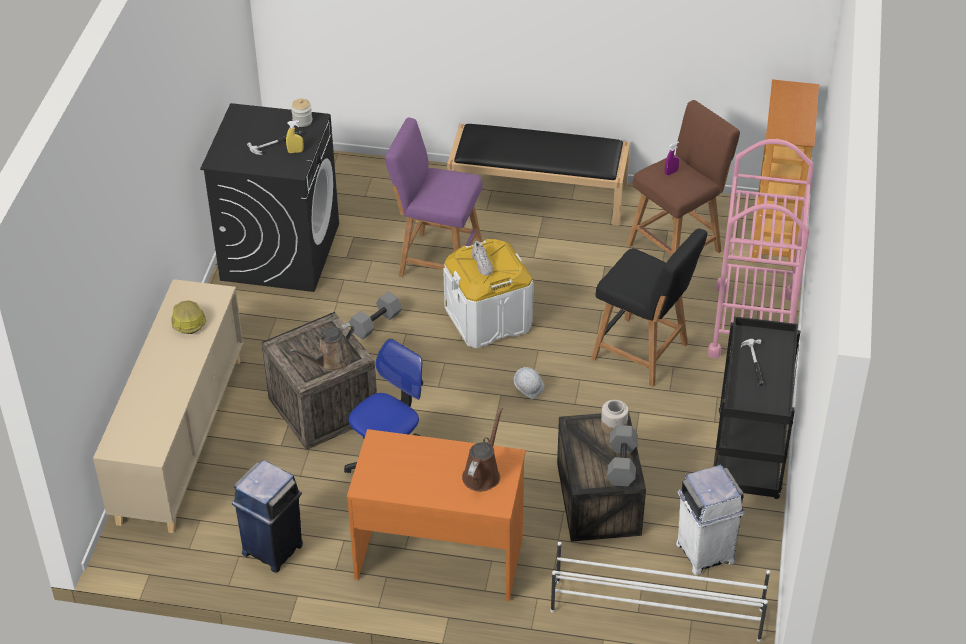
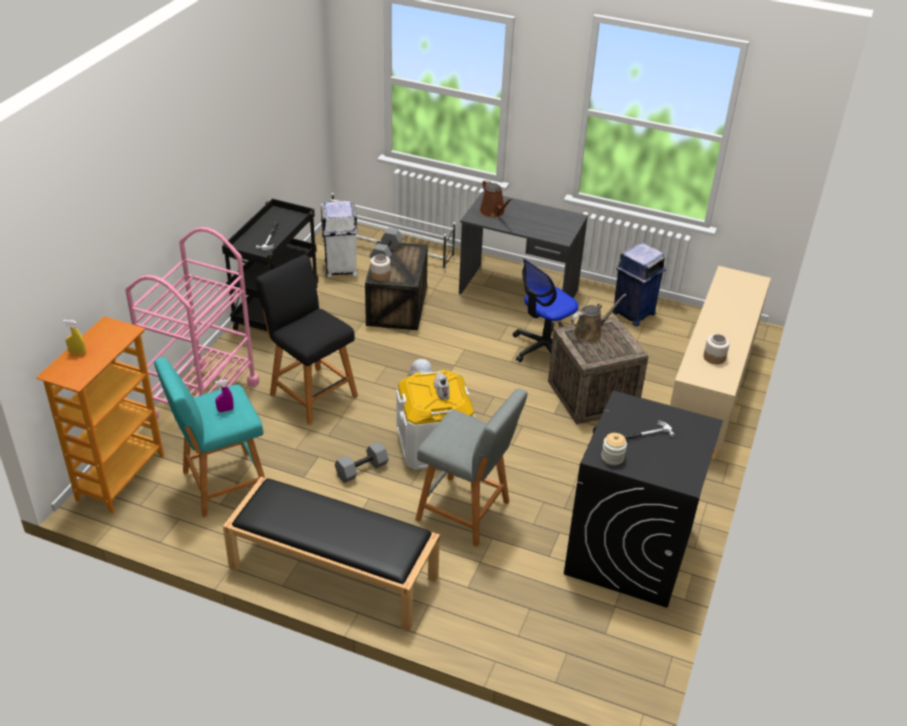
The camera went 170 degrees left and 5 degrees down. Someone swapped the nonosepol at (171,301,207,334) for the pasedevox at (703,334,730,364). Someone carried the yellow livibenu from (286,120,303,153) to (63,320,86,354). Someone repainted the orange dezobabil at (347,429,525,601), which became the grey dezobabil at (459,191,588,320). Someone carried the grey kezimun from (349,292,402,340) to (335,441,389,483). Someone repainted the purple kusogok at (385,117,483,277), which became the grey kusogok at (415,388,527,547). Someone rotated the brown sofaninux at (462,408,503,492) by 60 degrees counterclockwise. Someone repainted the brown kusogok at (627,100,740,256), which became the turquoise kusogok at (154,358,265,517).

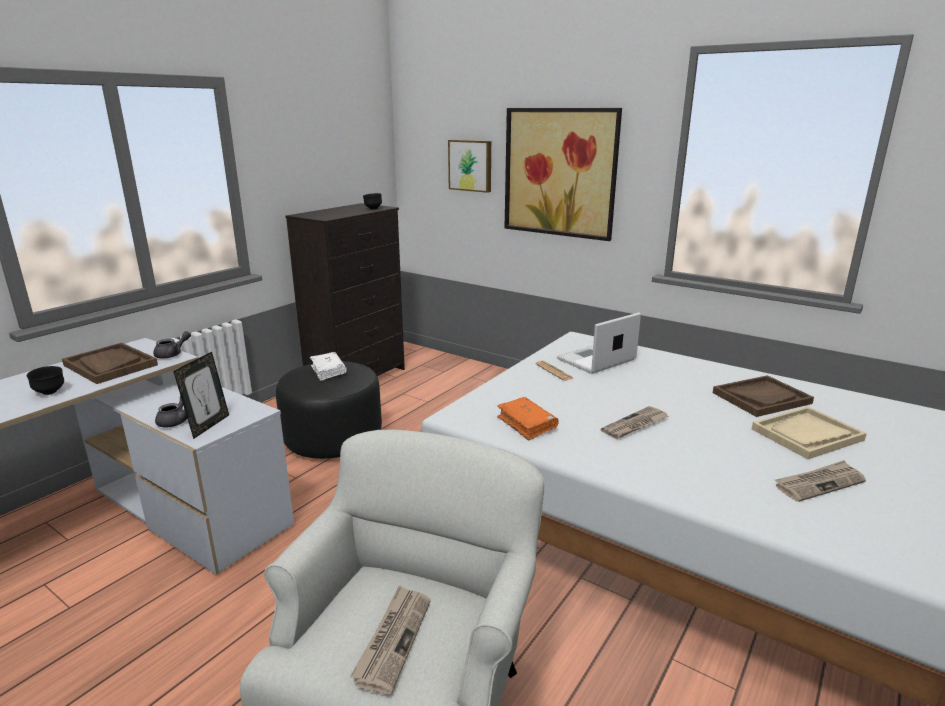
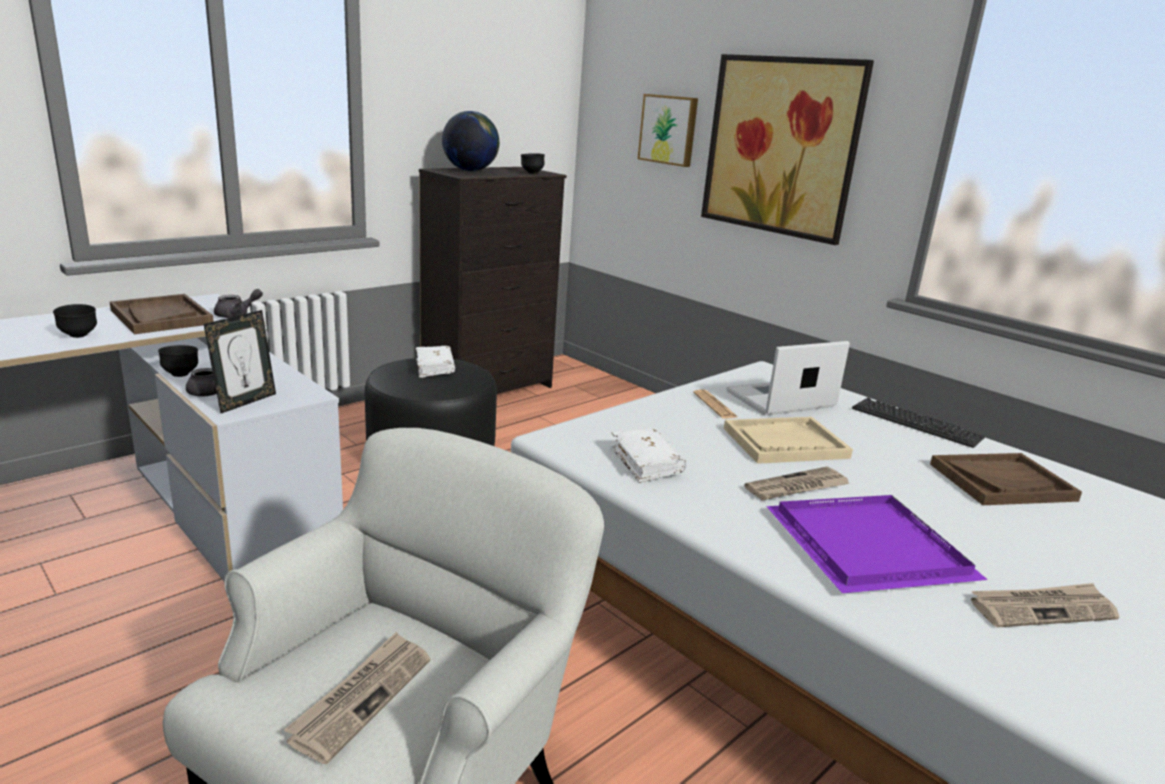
The camera went 10 degrees right and 0 degrees up. Someone repainted the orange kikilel at (497,397,559,441), which became the white kikilel at (611,427,687,483). Someone carried the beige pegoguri from (752,407,867,459) to (724,417,853,464). Someone put down the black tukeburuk at (158,345,198,377). Someone put down the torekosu at (442,111,499,171). Someone put down the purple pegoguri at (766,495,988,593). Someone put down the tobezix at (852,397,985,448).

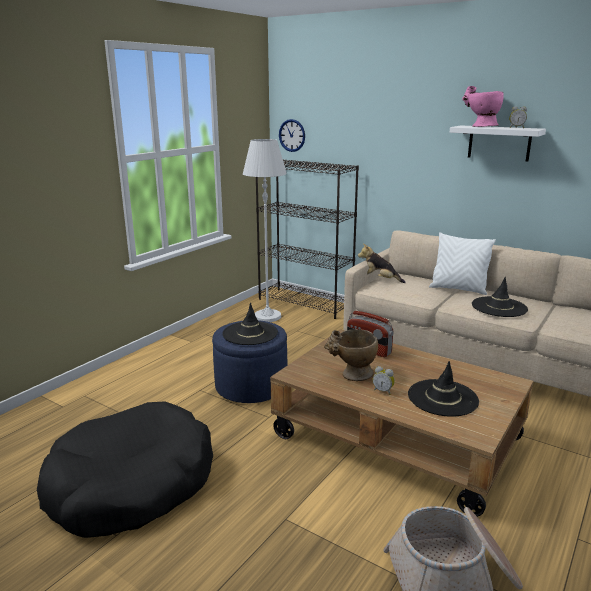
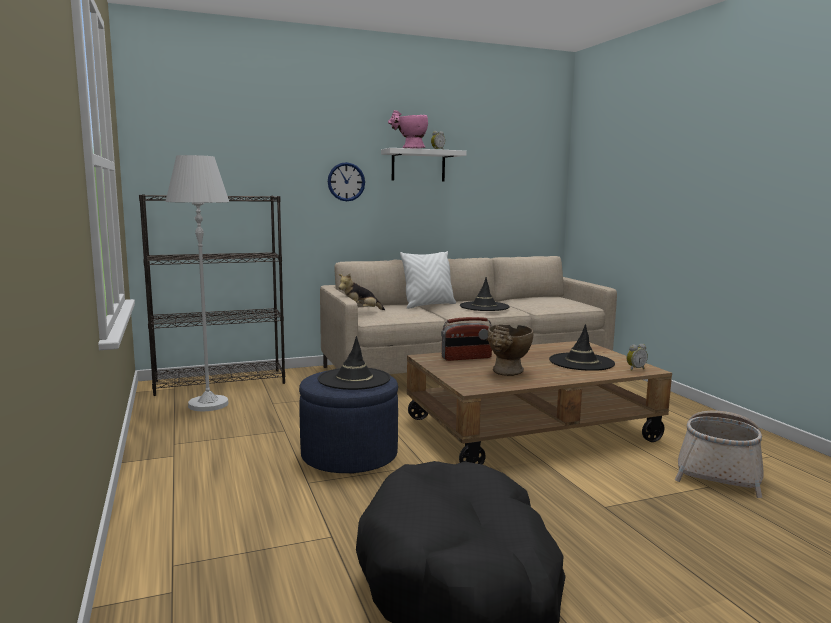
The camera went 55 degrees left and 10 degrees down. Someone carried the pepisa from (279,119,305,152) to (328,162,365,201). Someone carried the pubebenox from (372,366,395,395) to (626,344,648,371).

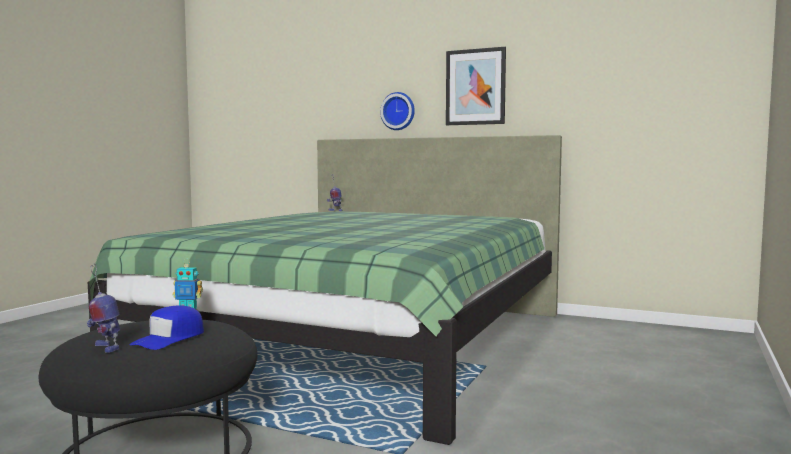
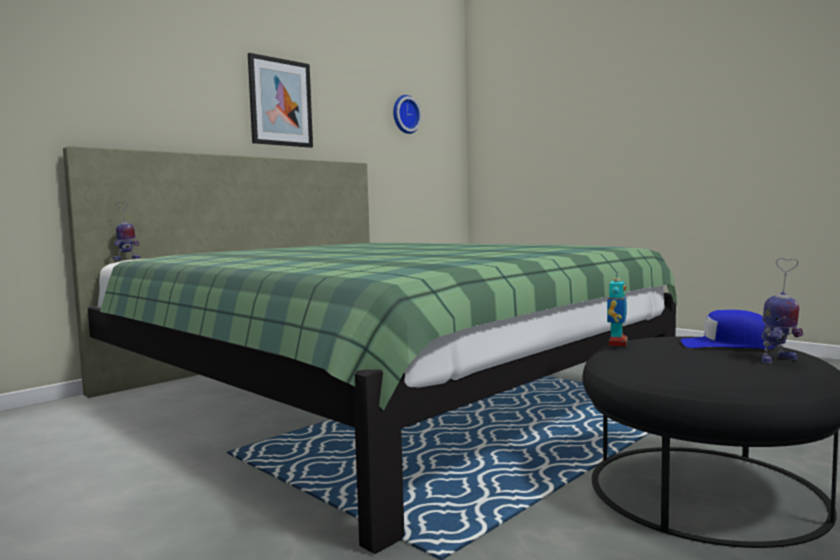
The camera went 70 degrees left and 0 degrees up. Someone rotated the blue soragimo at (130,305,204,350) by 150 degrees clockwise. Someone carried the pepisa from (380,92,415,130) to (393,95,422,134).

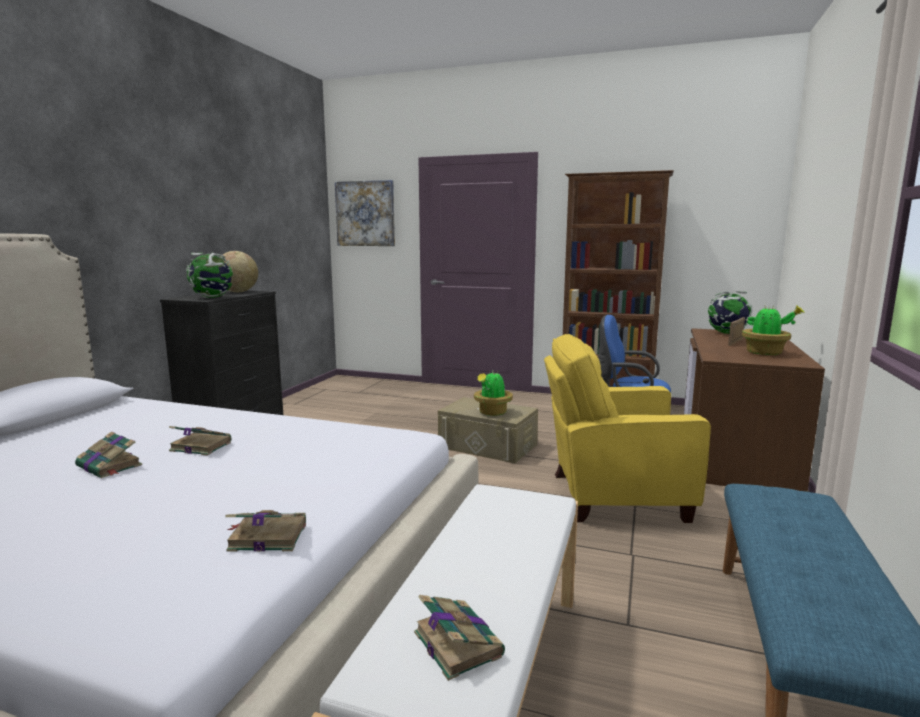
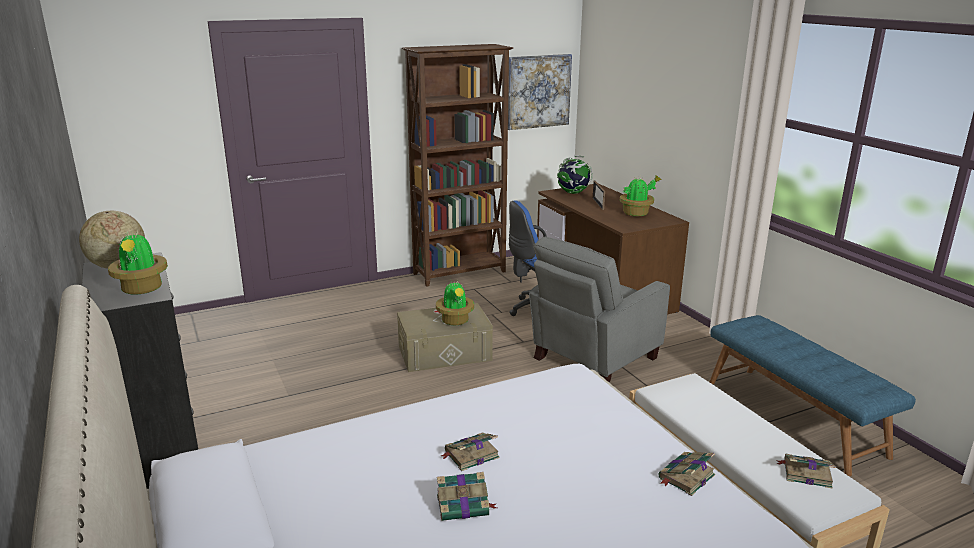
The camera went 45 degrees left and 10 degrees up. Someone swapped the torekosu at (186,253,233,298) for the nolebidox at (108,230,168,295). Someone carried the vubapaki from (335,180,395,246) to (508,54,572,130). Someone repainted the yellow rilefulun at (544,334,711,523), which became the grey rilefulun at (529,237,670,383).

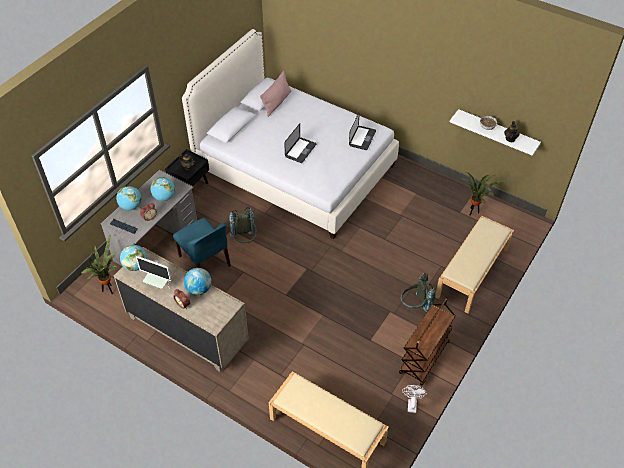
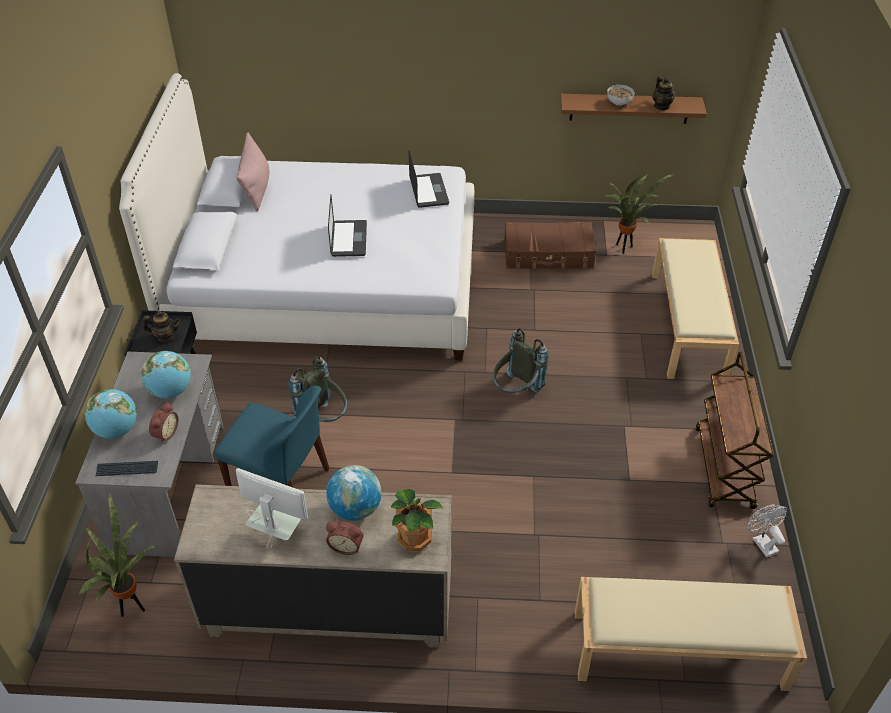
The camera went 30 degrees left and 5 degrees down. Someone took away the torekosu at (120,245,147,271). Someone rotated the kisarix at (136,256,171,289) by 150 degrees counterclockwise. Someone carried the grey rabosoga from (401,273,436,312) to (493,328,549,393). Someone repainted the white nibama at (450,109,541,156), which became the brown nibama at (560,94,707,124). Someone put down the nolebidox at (391,489,444,551). Someone put down the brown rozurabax at (504,222,596,269).

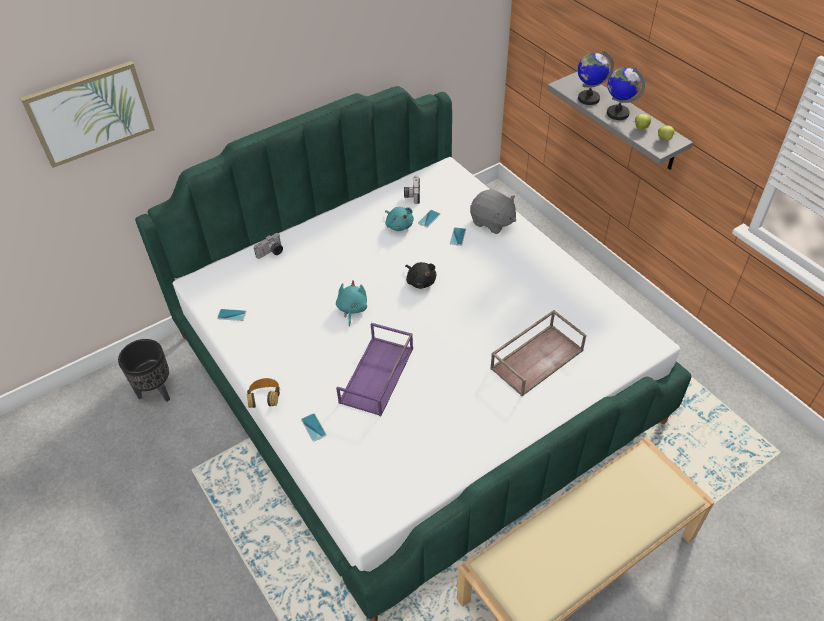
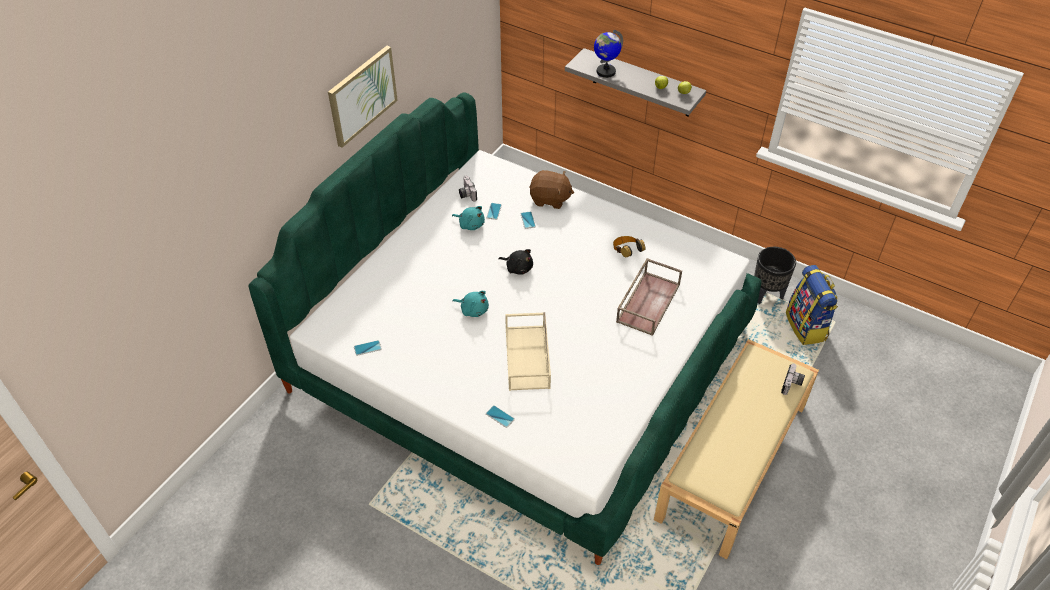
The camera went 25 degrees left and 0 degrees up. Someone carried the vubapaki from (20,61,155,168) to (328,46,398,148). Someone carried the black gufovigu from (118,339,170,402) to (754,247,796,304). Someone carried the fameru from (247,378,280,408) to (613,236,645,257). Someone carried the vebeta from (254,233,283,259) to (781,364,805,395). Someone rotated the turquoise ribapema at (336,280,367,327) by 135 degrees clockwise. Someone repainted the purple pegoguri at (336,323,413,416), which became the beige pegoguri at (505,312,551,391). Someone repainted the grey ribapema at (470,189,516,234), which became the brown ribapema at (529,170,574,209). Someone took away the torekosu at (607,67,645,120). Someone put down the rabosoga at (786,265,838,345).

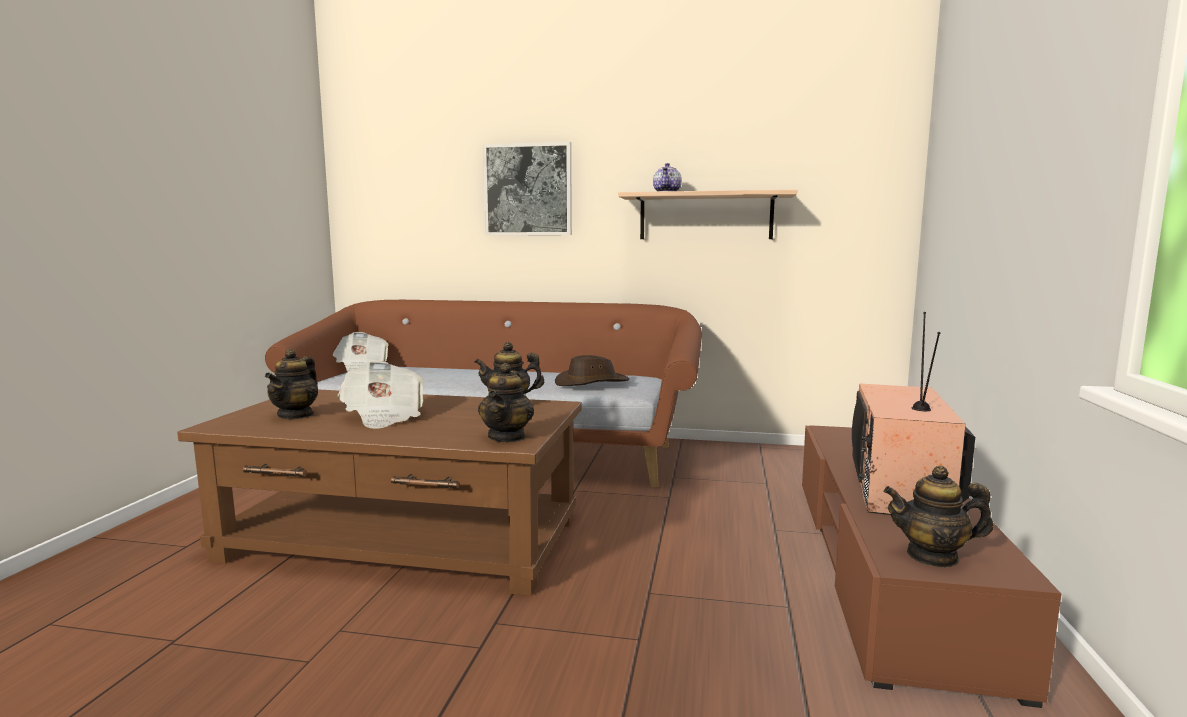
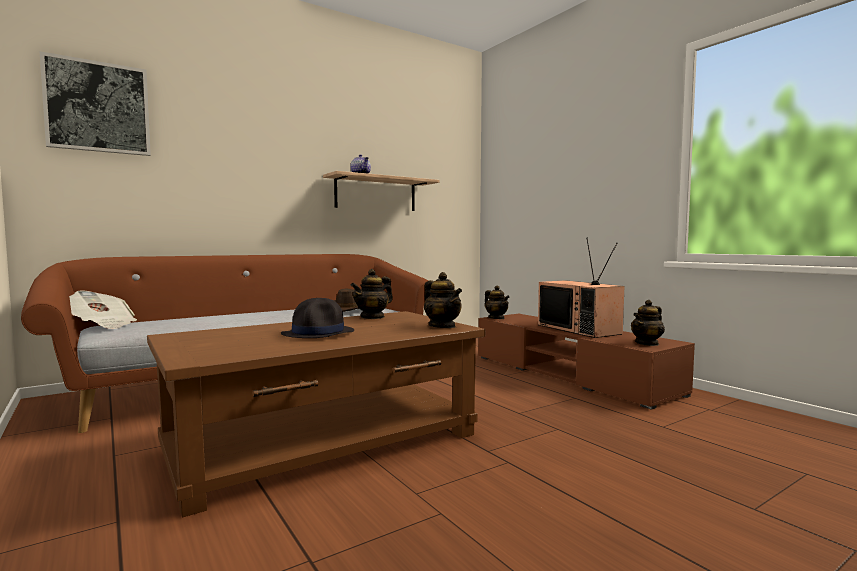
The camera went 45 degrees left and 5 degrees down. Someone carried the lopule from (265,349,318,419) to (484,285,510,319). Someone swapped the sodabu at (338,361,423,429) for the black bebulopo at (281,298,354,338). Someone carried the vubapaki from (483,142,572,235) to (40,51,151,156).

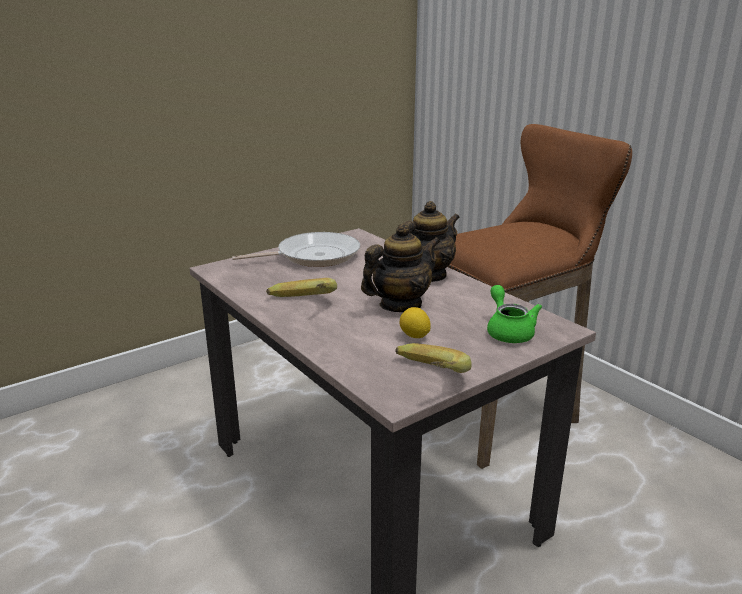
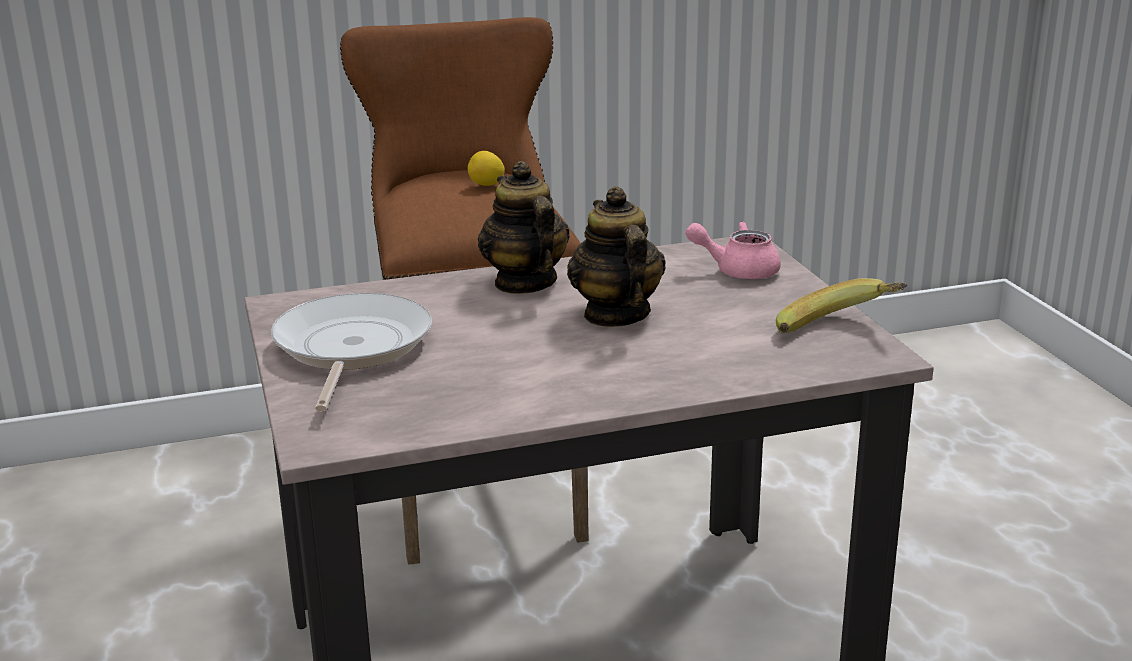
The camera went 70 degrees left and 0 degrees up. Someone took away the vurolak at (266,278,337,297). Someone carried the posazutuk from (400,307,431,338) to (467,151,505,186). Someone repainted the green lopule at (487,285,542,343), which became the pink lopule at (686,221,781,279).

